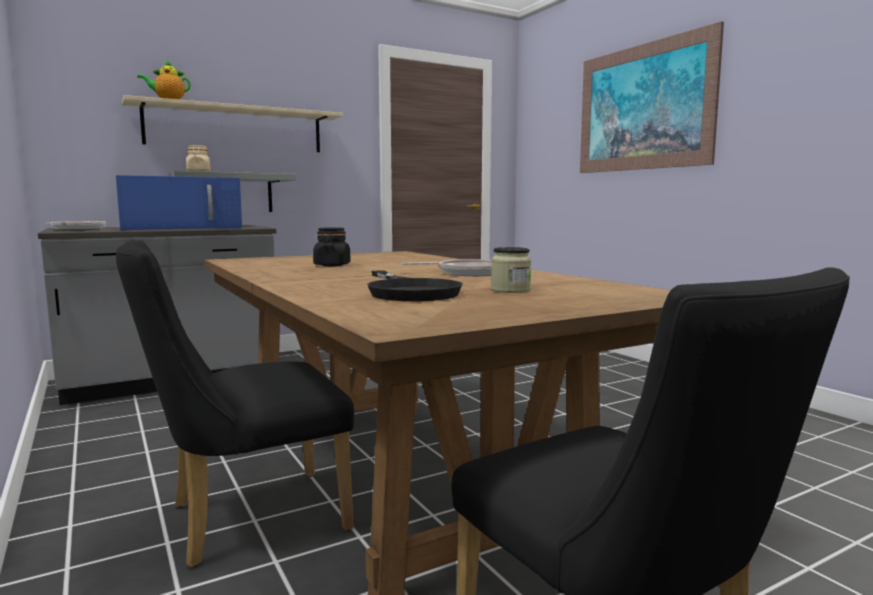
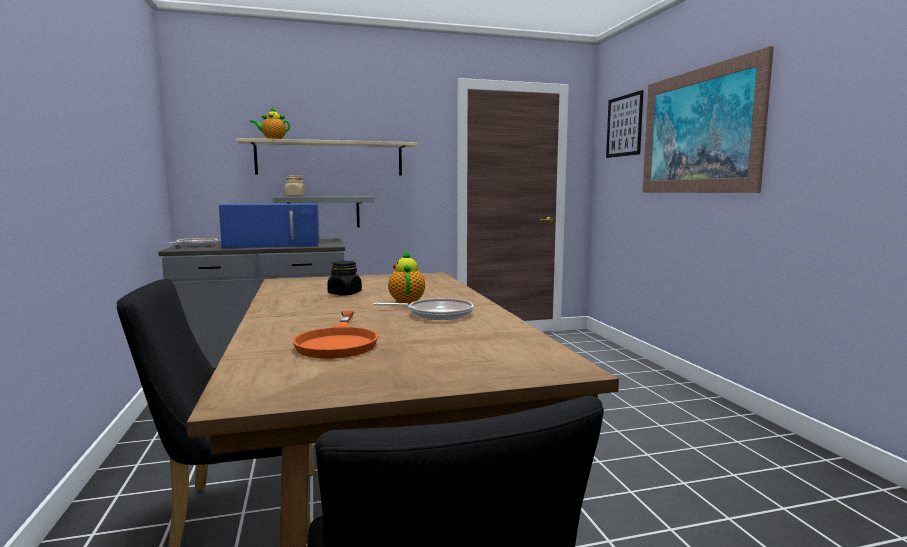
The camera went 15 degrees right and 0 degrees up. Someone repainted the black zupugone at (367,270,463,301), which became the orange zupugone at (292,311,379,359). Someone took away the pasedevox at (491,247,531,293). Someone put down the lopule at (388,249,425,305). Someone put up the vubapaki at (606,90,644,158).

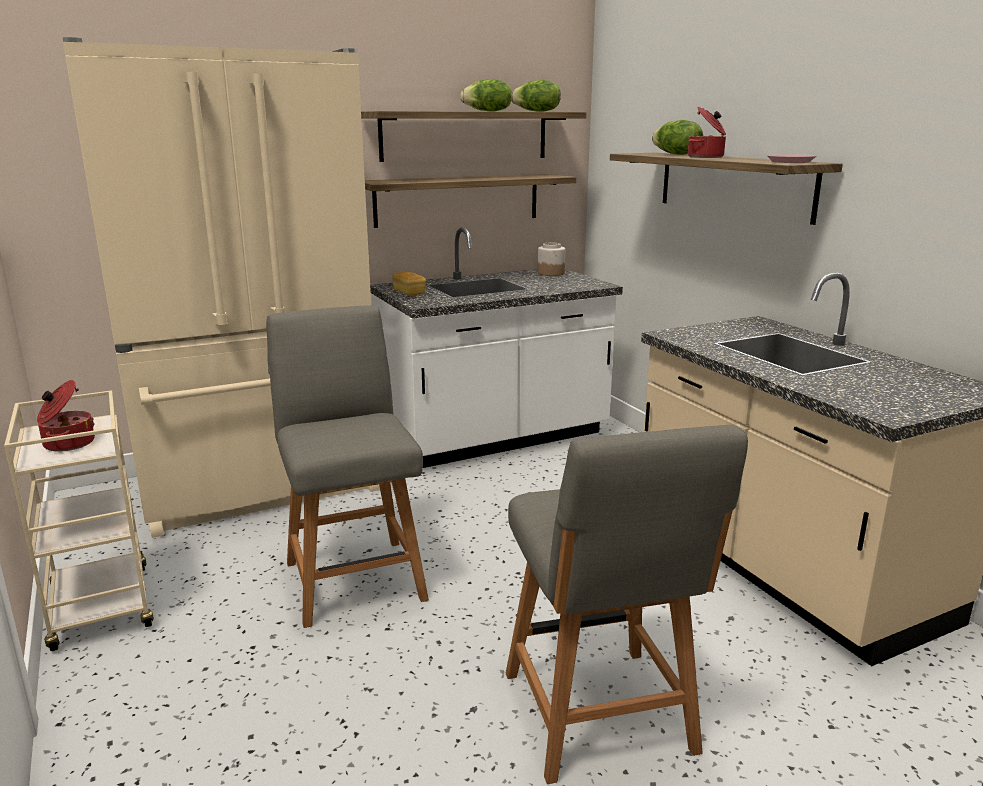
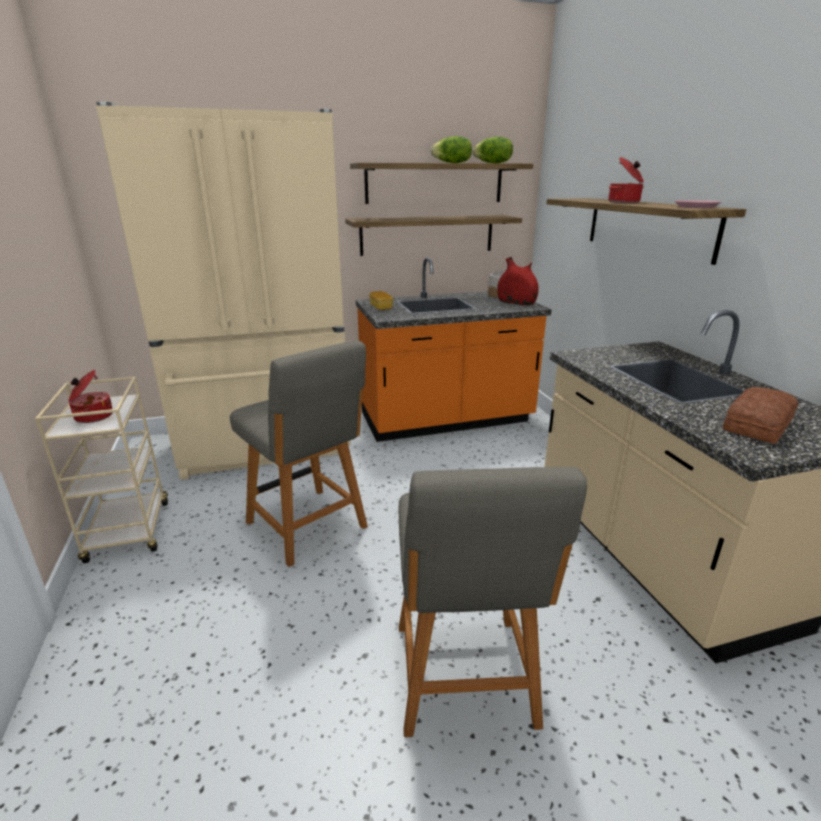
The camera went 10 degrees right and 5 degrees up. Someone rotated the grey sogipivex at (266,306,429,628) by 150 degrees clockwise. Someone repainted the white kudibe at (370,227,623,468), which became the orange kudibe at (356,257,552,442). Someone took away the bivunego at (652,120,703,155). Someone put down the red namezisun at (497,257,539,305). Someone put down the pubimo at (723,387,798,444).

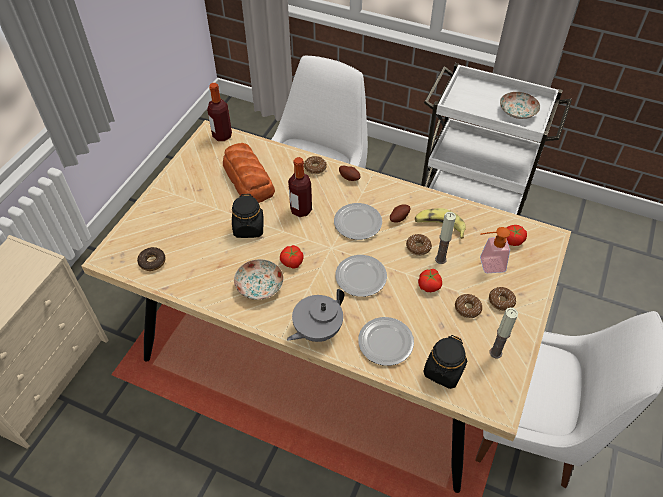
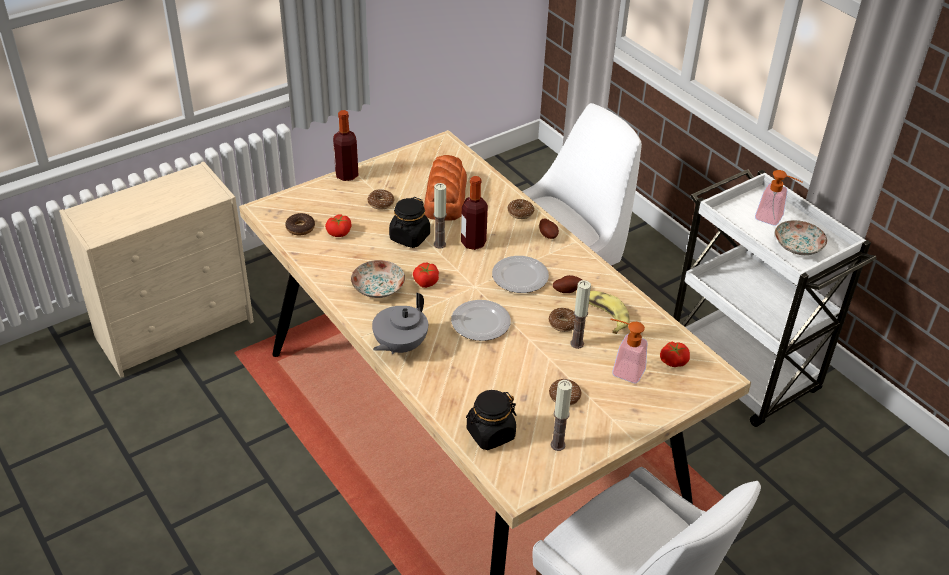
The camera went 30 degrees right and 10 degrees down. Someone carried the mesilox from (207,83,232,141) to (333,110,358,181). Someone rotated the grey lopule at (287,289,344,342) by 45 degrees counterclockwise. Someone took away the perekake at (358,317,414,366). Someone carried the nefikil from (418,269,442,292) to (325,215,351,237). Someone carried the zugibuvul from (489,287,516,311) to (367,189,394,210). Someone put down the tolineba at (434,183,447,249). Someone put down the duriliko at (755,170,802,226).

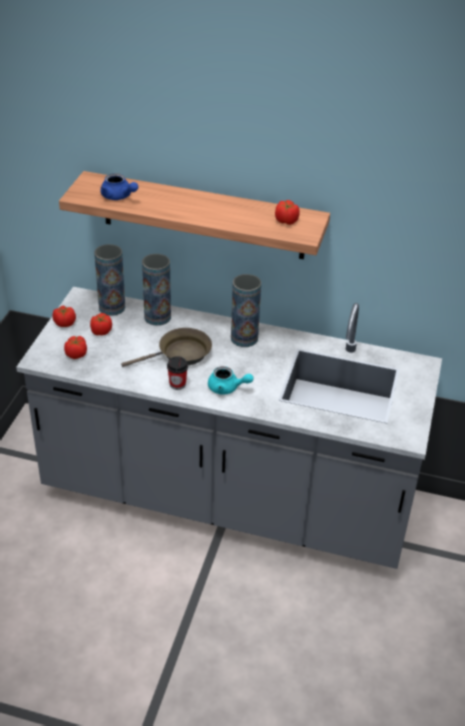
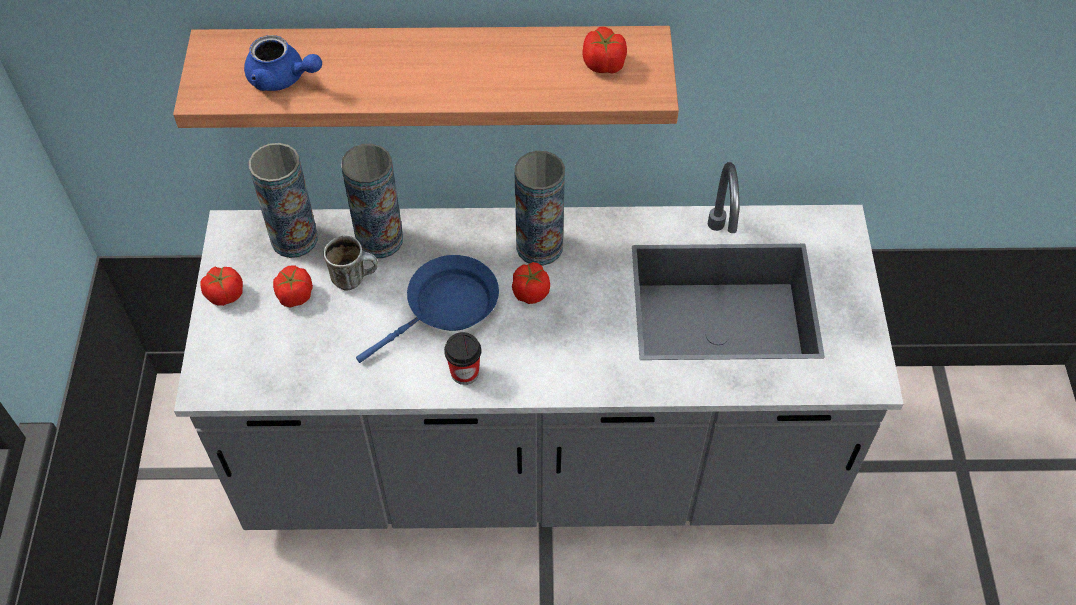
The camera went 15 degrees left and 15 degrees up. Someone carried the nefikil from (64,336,87,359) to (512,262,550,304). Someone repainted the brown zupugone at (121,328,212,367), which became the blue zupugone at (356,255,499,363). Someone took away the turquoise lopule at (208,366,254,394). Someone put down the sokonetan at (324,236,378,291).

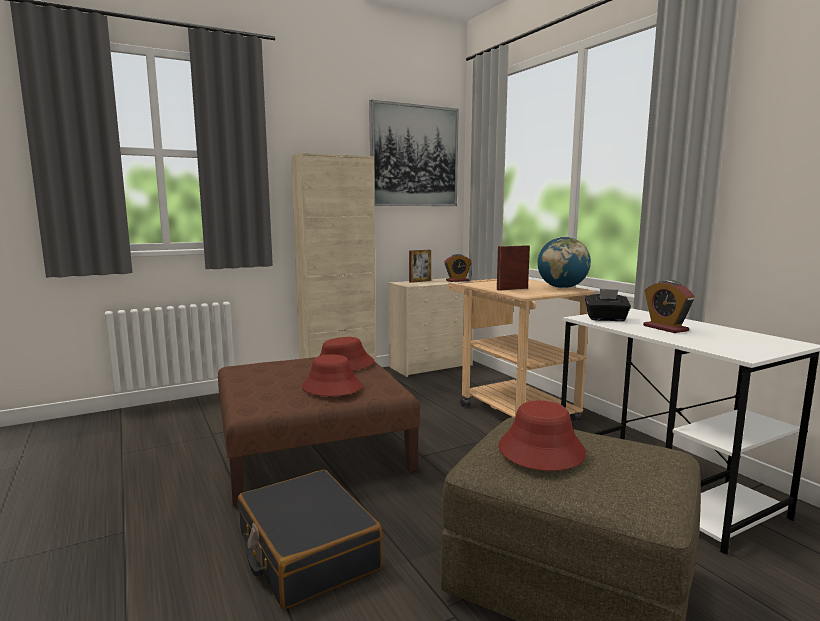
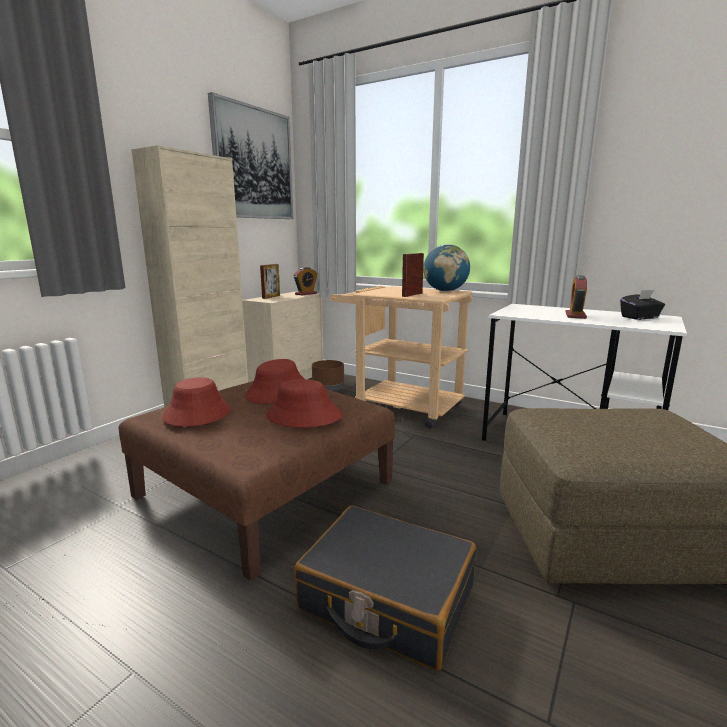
The camera went 30 degrees left and 5 degrees up. Someone carried the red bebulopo from (498,400,586,471) to (162,377,231,427). Someone carried the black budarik from (585,289,631,321) to (620,290,665,320). Someone rotated the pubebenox at (643,280,695,333) by 75 degrees clockwise. Someone put down the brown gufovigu at (312,360,344,392).

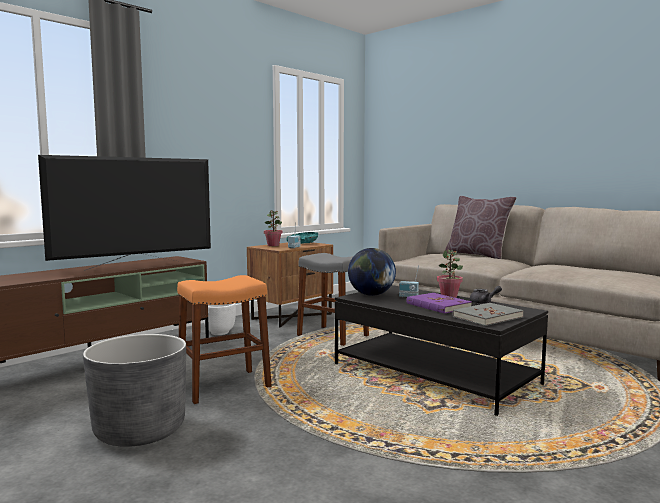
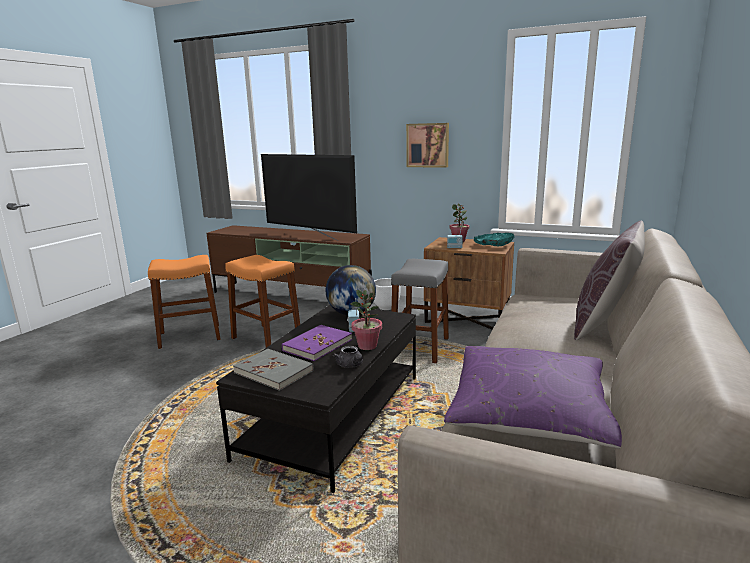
The camera went 70 degrees right and 10 degrees up. Someone swapped the grey gufovigu at (83,334,186,447) for the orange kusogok at (148,255,220,349). Someone put up the vubapaki at (406,123,449,168). Someone put down the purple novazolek at (444,346,622,449).

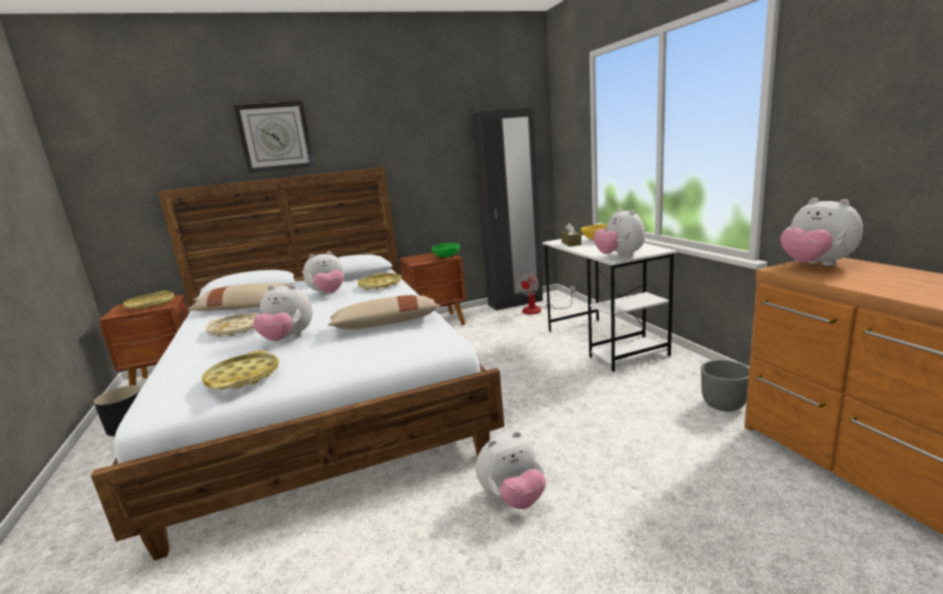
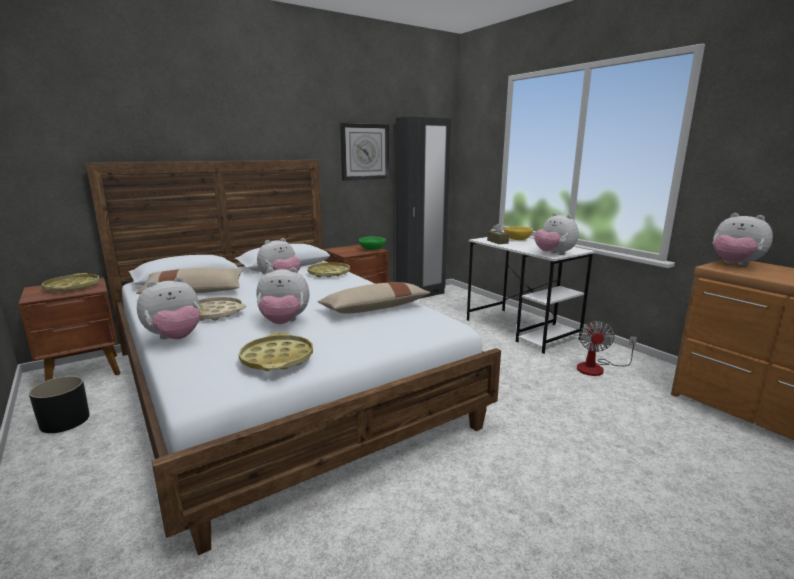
The camera went 15 degrees left and 0 degrees up. Someone carried the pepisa from (234,101,315,173) to (340,123,389,181). Someone carried the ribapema from (476,431,546,509) to (137,277,200,339). Someone carried the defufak from (516,272,575,315) to (577,321,637,376). Someone took away the grey gufovigu at (701,360,749,412).

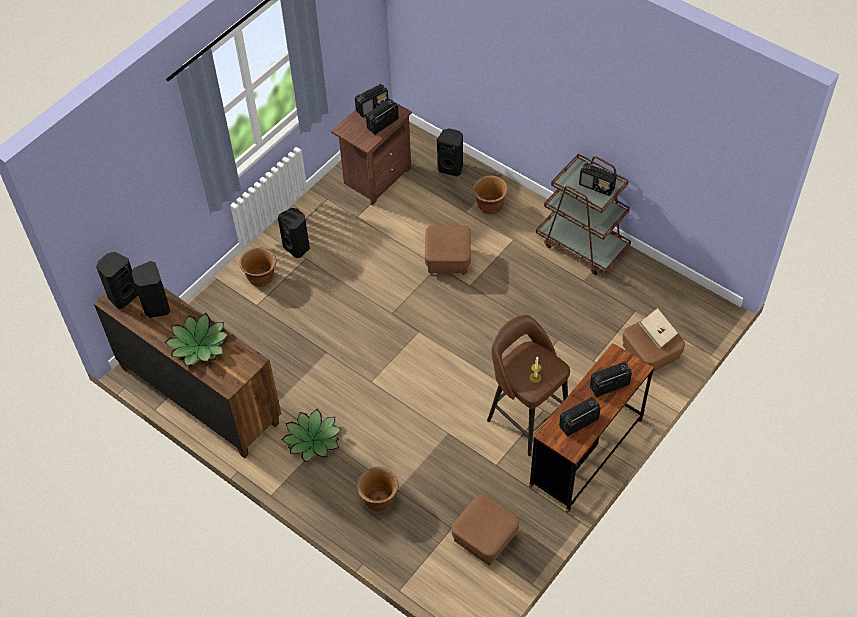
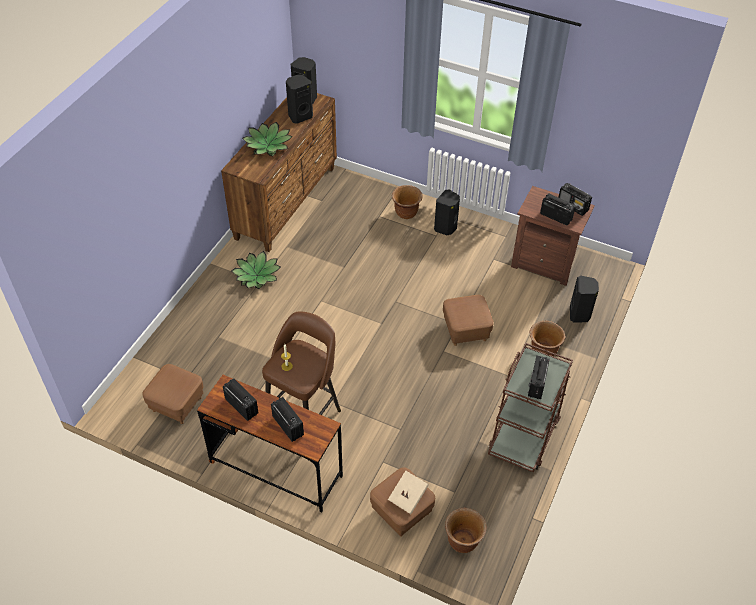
The camera went 75 degrees right and 5 degrees down. Someone carried the brown gufovigu from (357,467,398,512) to (445,507,486,553).

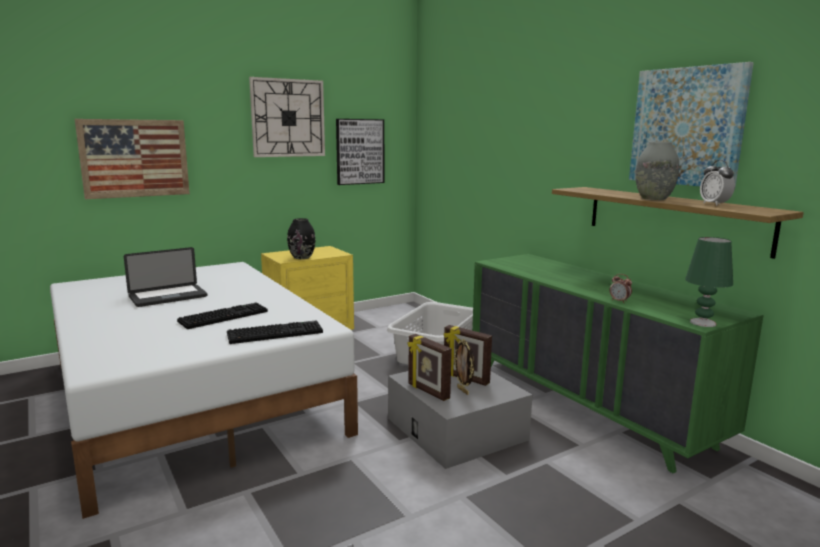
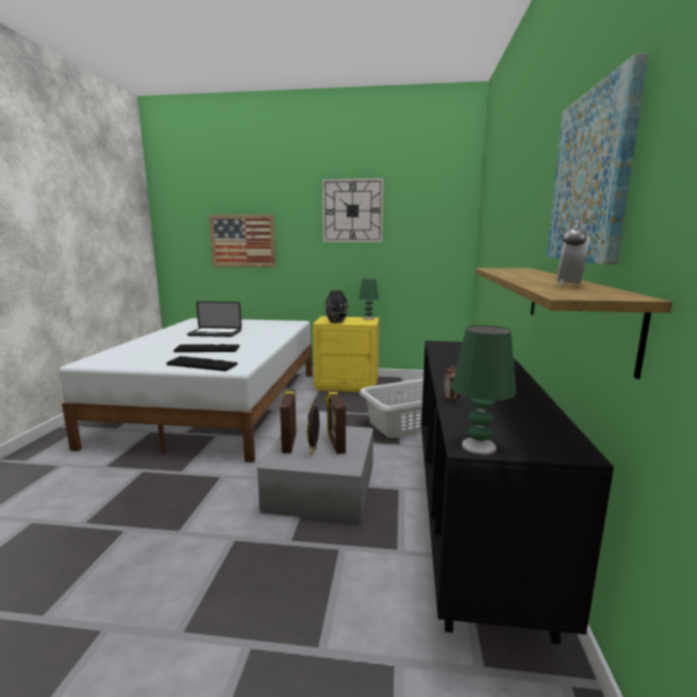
The camera went 40 degrees right and 0 degrees up. Someone took away the vubapaki at (336,119,384,185). Someone repainted the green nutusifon at (472,254,764,474), which became the black nutusifon at (421,341,614,644). Someone took away the grey namezisun at (635,142,679,200). Someone put down the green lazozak at (359,278,379,320).

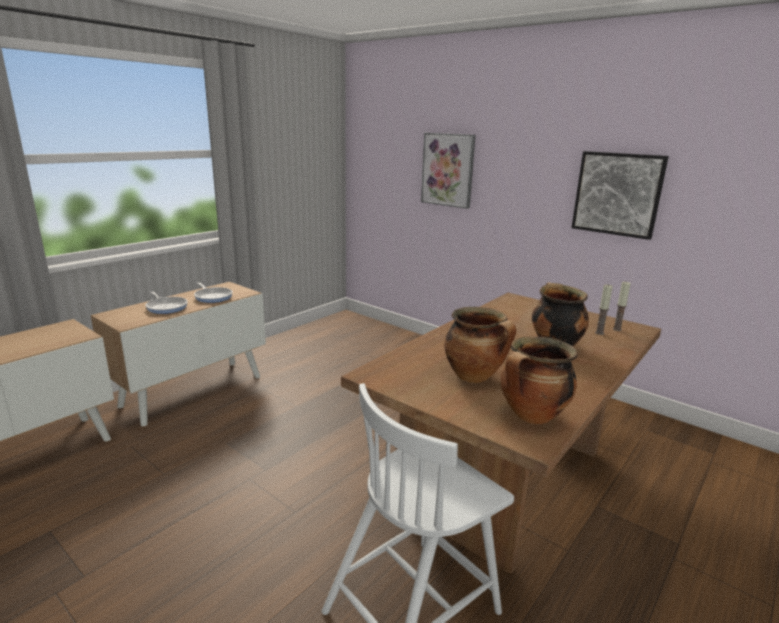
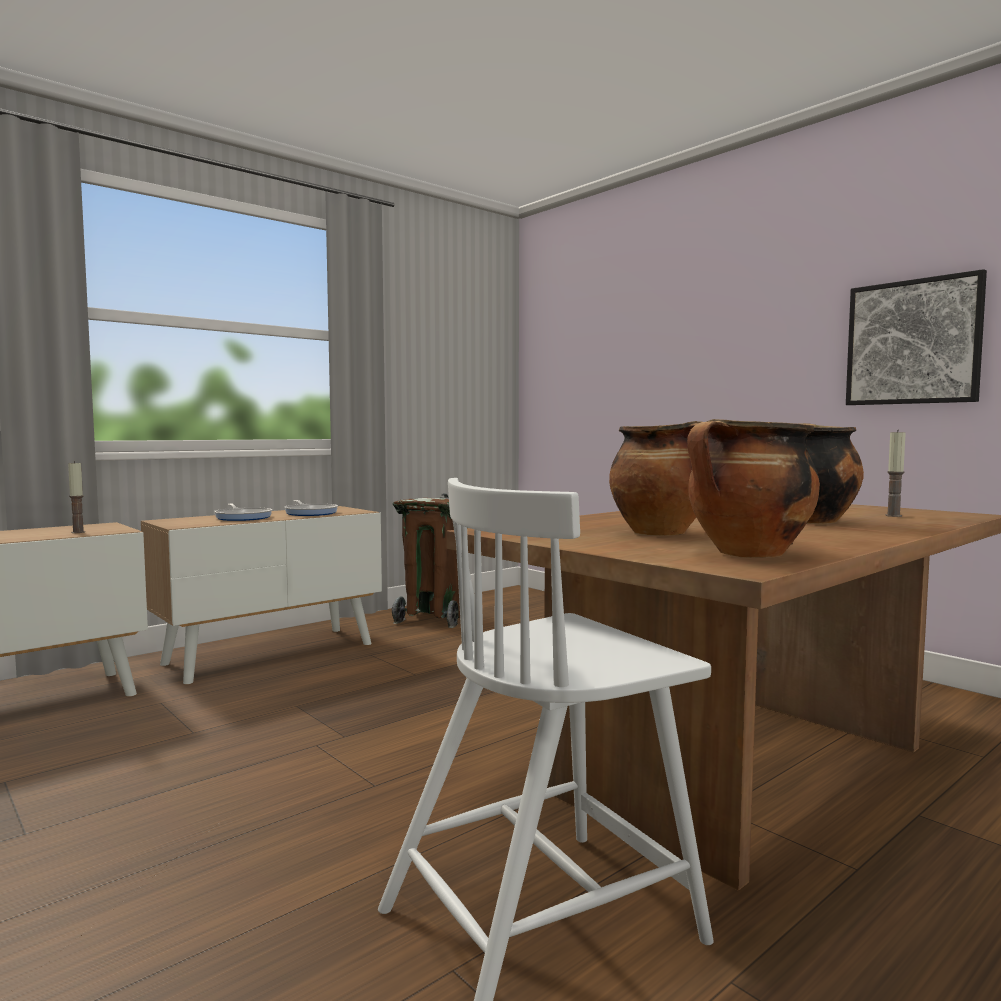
The camera went 10 degrees right and 15 degrees down. Someone took away the vubapaki at (421,133,476,209). Someone carried the tolineba from (613,281,631,331) to (68,461,85,533). Someone put down the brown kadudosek at (392,493,460,628).

